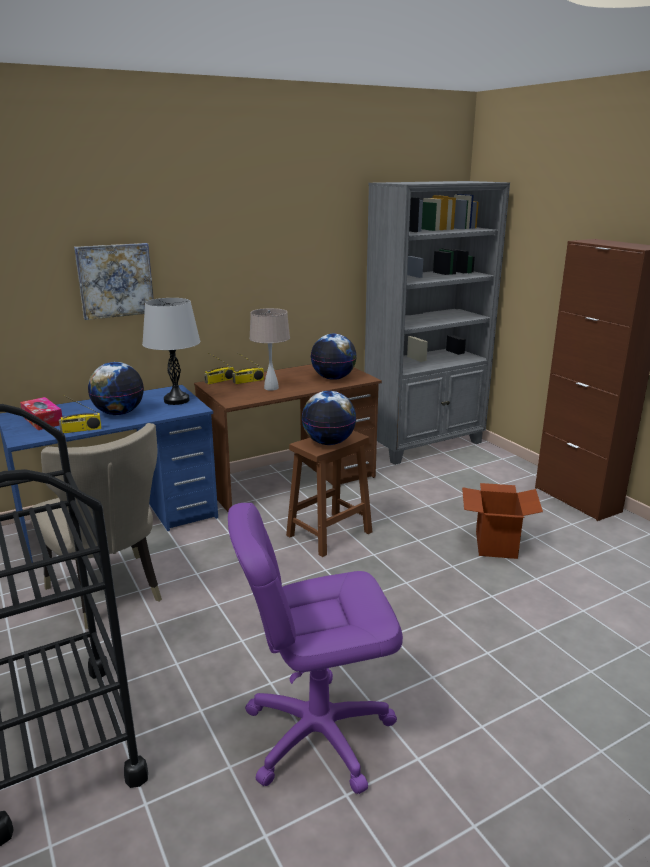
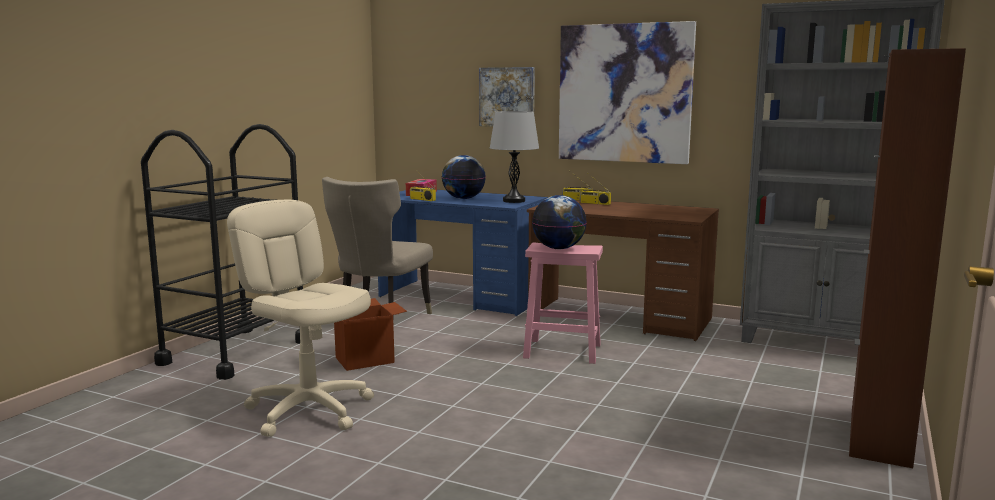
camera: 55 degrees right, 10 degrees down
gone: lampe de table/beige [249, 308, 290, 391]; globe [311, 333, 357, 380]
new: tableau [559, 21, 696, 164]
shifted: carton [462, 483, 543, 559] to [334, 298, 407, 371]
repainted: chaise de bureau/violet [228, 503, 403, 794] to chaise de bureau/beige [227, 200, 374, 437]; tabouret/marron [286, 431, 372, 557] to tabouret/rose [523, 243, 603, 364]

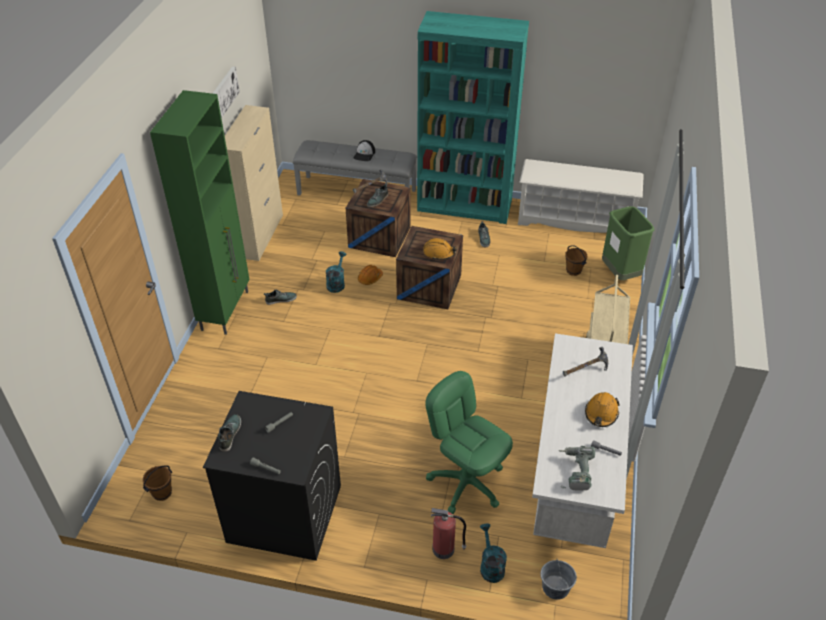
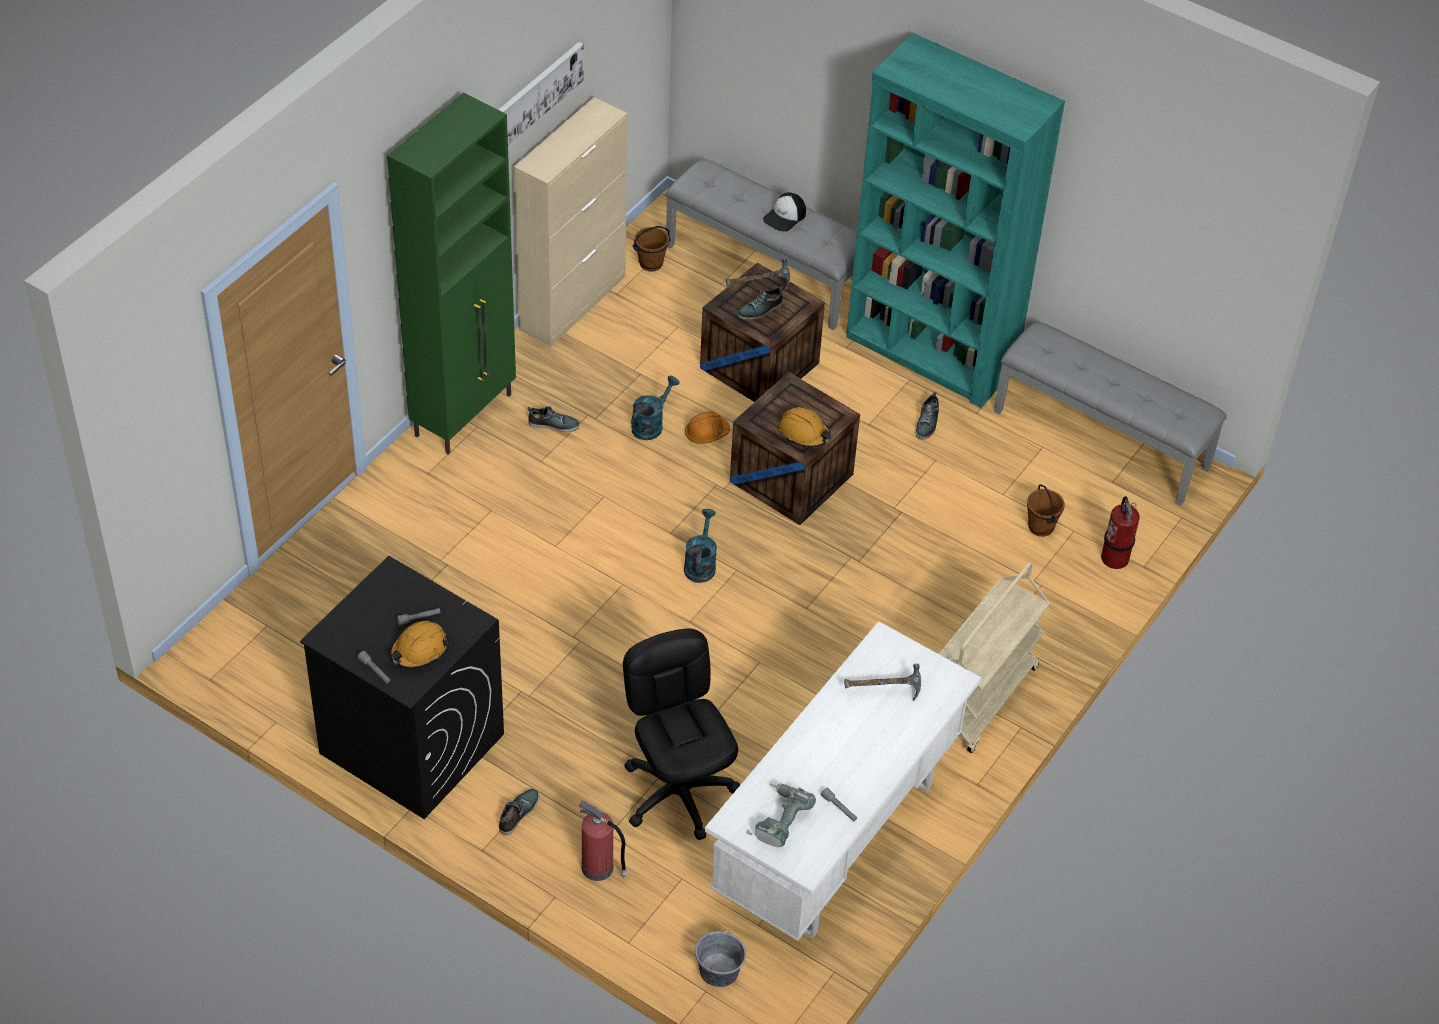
camera: 20 degrees right, 5 degrees up
shifted: seau/marron [143, 465, 172, 501] to [633, 226, 671, 271]; chaussure [218, 414, 241, 452] to [499, 789, 539, 835]; arrosoir/turquoise [480, 523, 507, 583] to [684, 509, 717, 583]; casque de chantier/orange [585, 392, 619, 427] to [390, 621, 449, 669]
swapped: étagère à chaussures/blanc [518, 159, 644, 233] to banc/gris [994, 321, 1227, 506]; poubelle/vert [602, 206, 654, 280] to extincteur [1101, 496, 1140, 569]
repainted: chaise de bureau/vert [425, 371, 513, 514] to chaise de bureau/noir [623, 629, 740, 840]

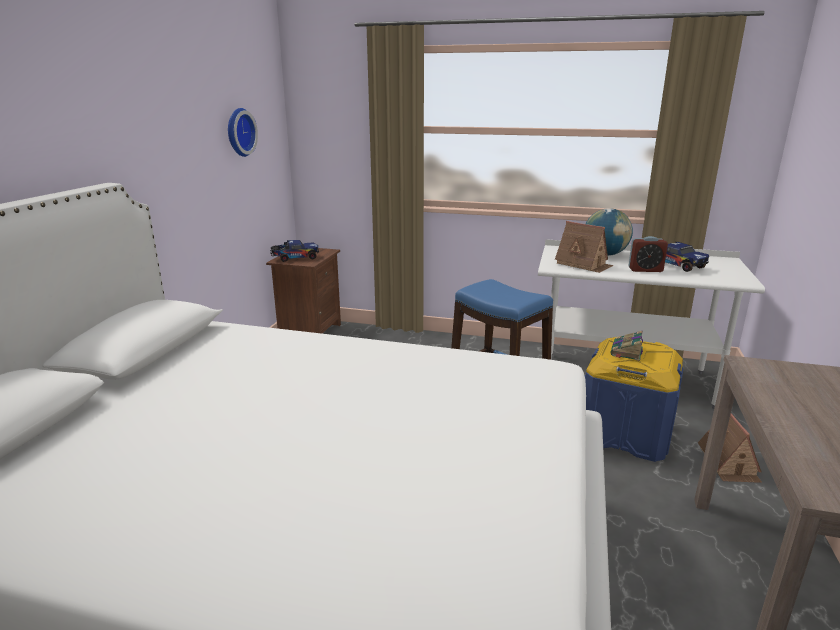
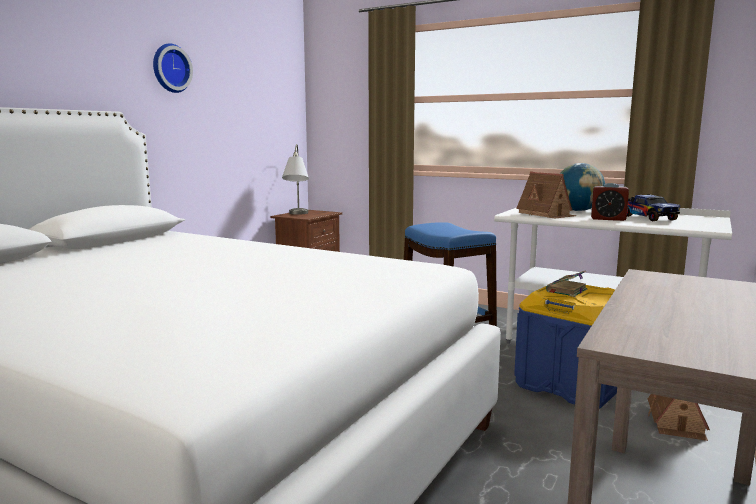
camera: 15 degrees right, 10 degrees down
shifted: horloge murale [228, 108, 258, 157] to [153, 44, 193, 93]
swapped: camion jouet [270, 240, 319, 262] to lampe de table/gris [282, 144, 309, 215]

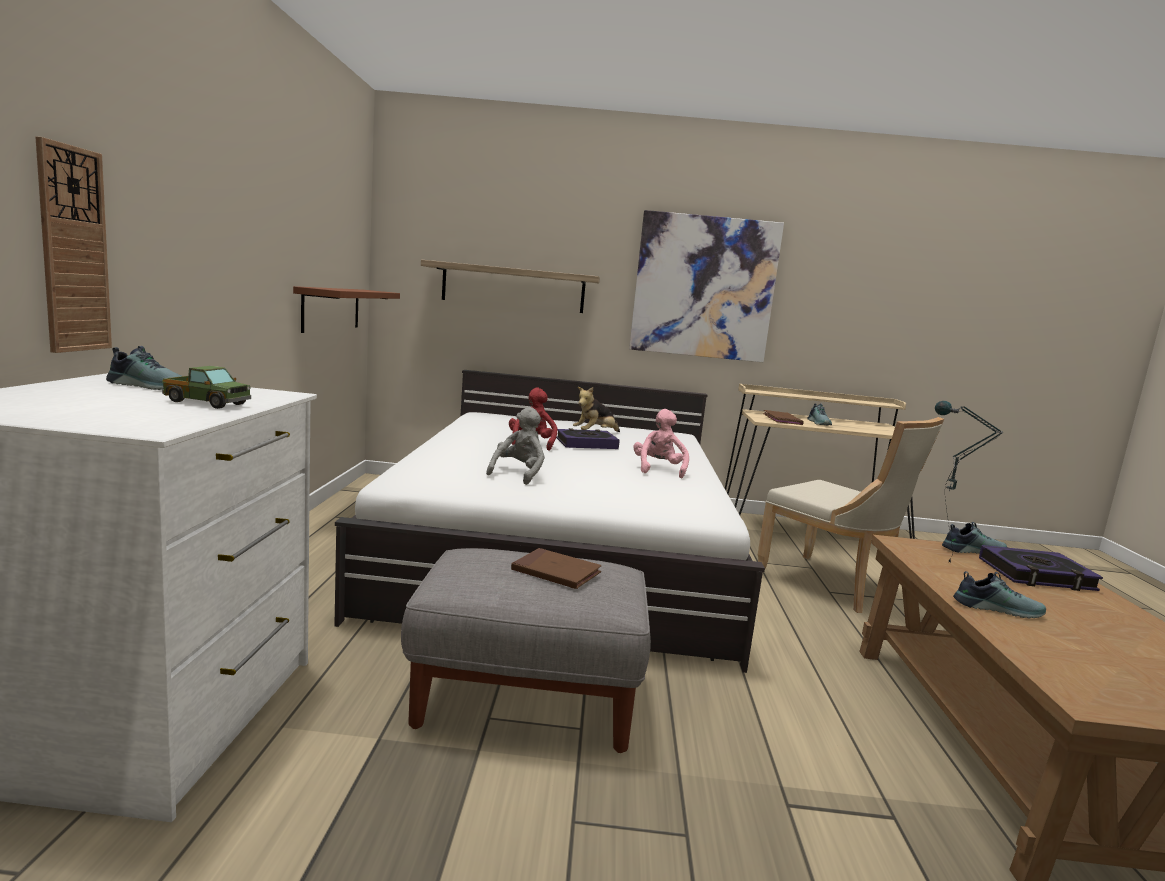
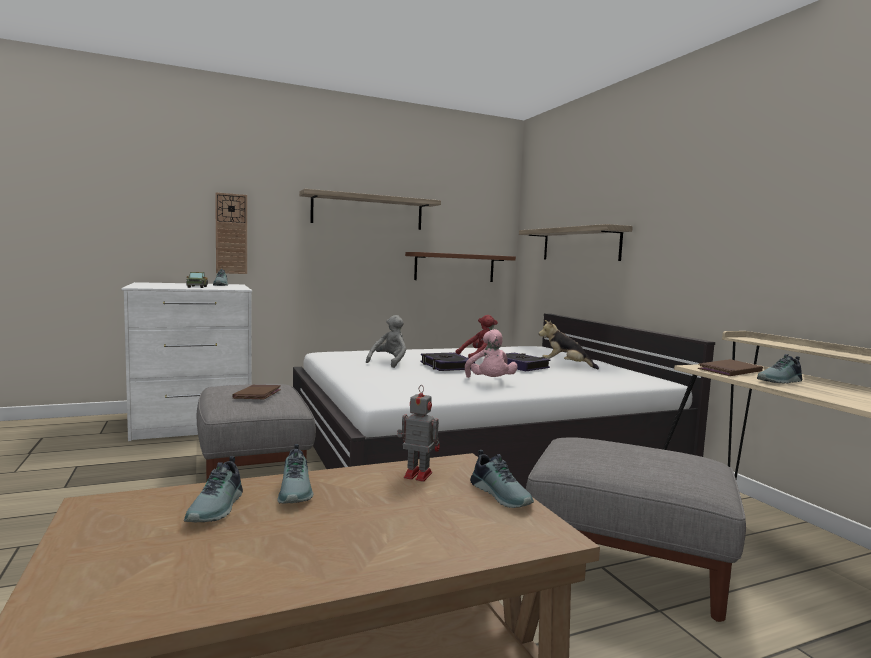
camera: 65 degrees right, 5 degrees down
gone: tableau [629, 210, 784, 362]
new: chaussure [184, 456, 243, 522]; étagère [299, 189, 441, 230]
shifted: livre [979, 545, 1103, 591] to [420, 352, 475, 371]
swapped: chaise/beige [758, 417, 944, 613] to pouf/gris [526, 437, 746, 622]; lampe de table [935, 401, 1004, 564] to robot jouet [397, 385, 440, 482]
rotated: peluche/gris [486, 407, 545, 485] = [366, 315, 406, 368] 60 degrees counterclockwise; peluche/rose [634, 409, 689, 478] = [465, 329, 518, 378] 105 degrees clockwise

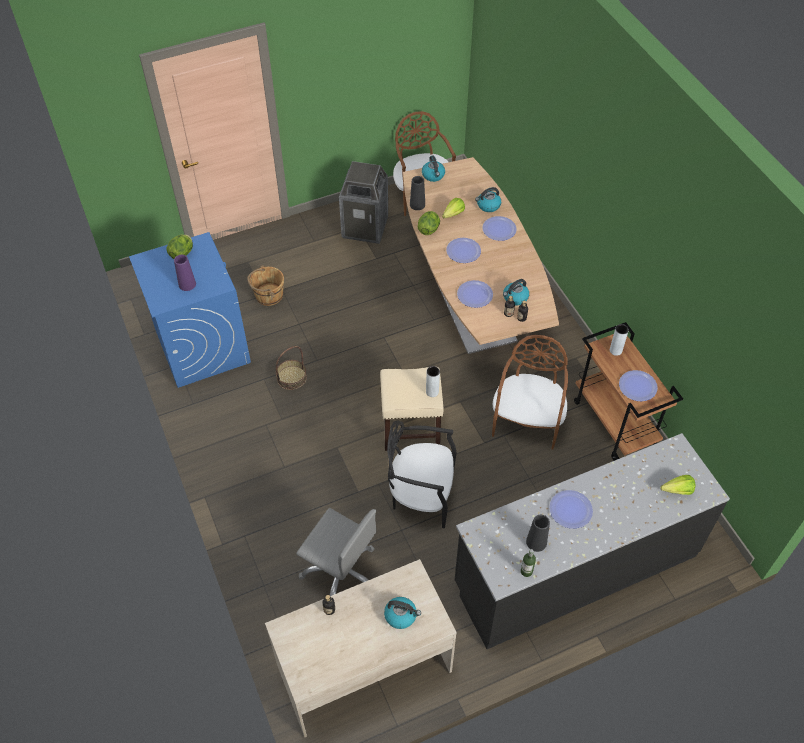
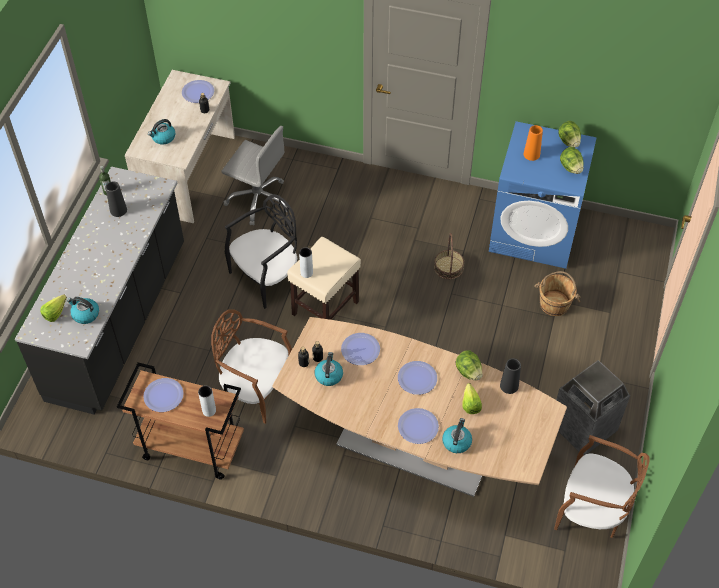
camera: 130 degrees right, 0 degrees up
new: laitue [558, 121, 581, 148]
shifted: bouilloire [422, 156, 445, 182] to [67, 297, 99, 324]; assiette [549, 490, 593, 529] to [182, 80, 214, 103]
repainted: vase/violet [174, 255, 196, 291] to vase/orange [524, 125, 543, 161]
rotated: chaise de bureau/gris [296, 508, 376, 596] = [221, 126, 287, 226] 135 degrees counterclockwise; chaise/marron [492, 335, 568, 450] = [211, 309, 292, 424] 150 degrees clockwise

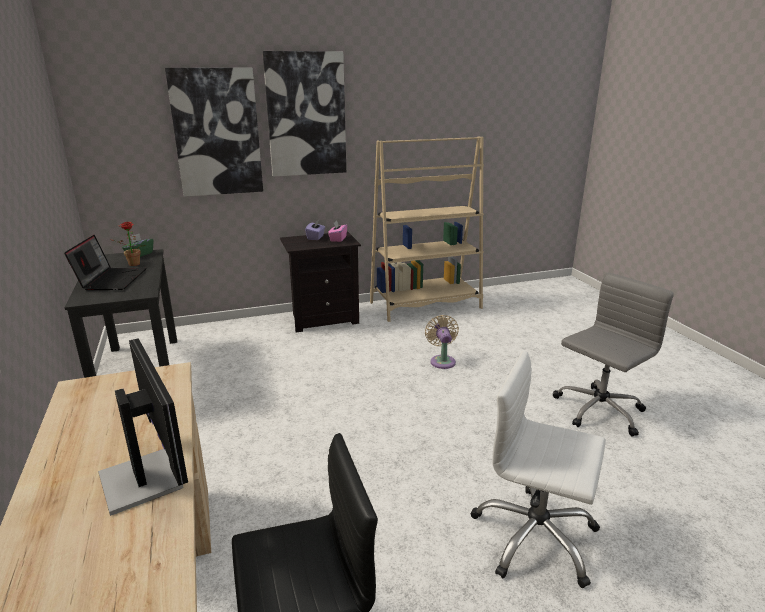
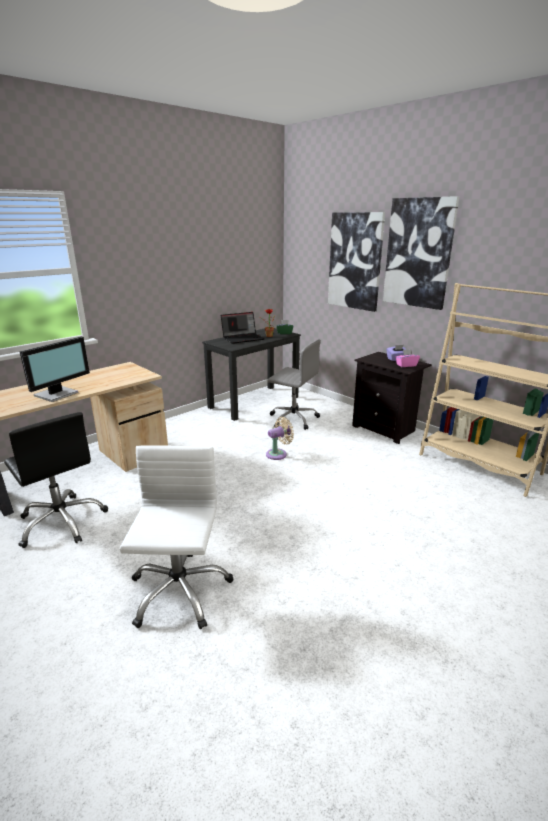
camera: 65 degrees right, 0 degrees up
shifted: ventilateur/beige [425, 315, 459, 369] to [266, 417, 294, 460]; chaise de bureau/gris [553, 273, 674, 437] to [267, 340, 321, 430]

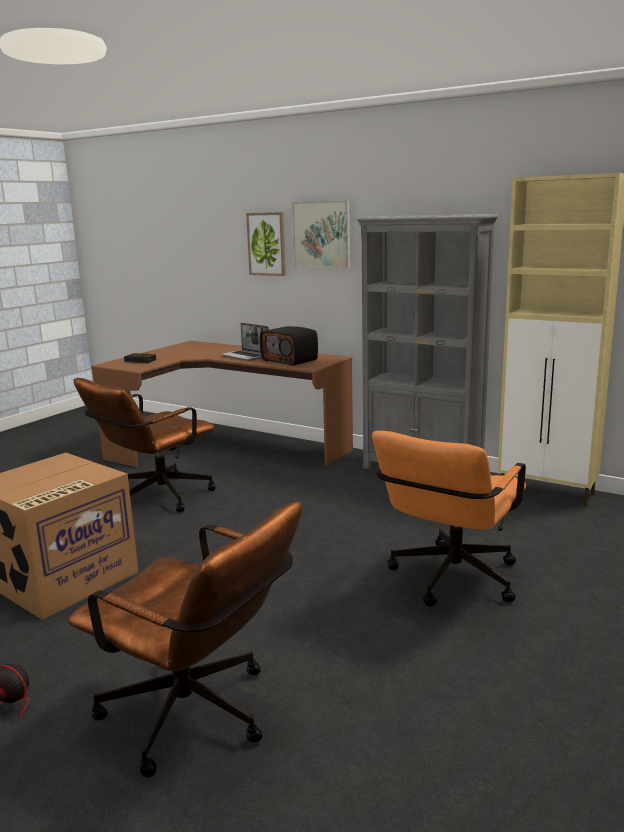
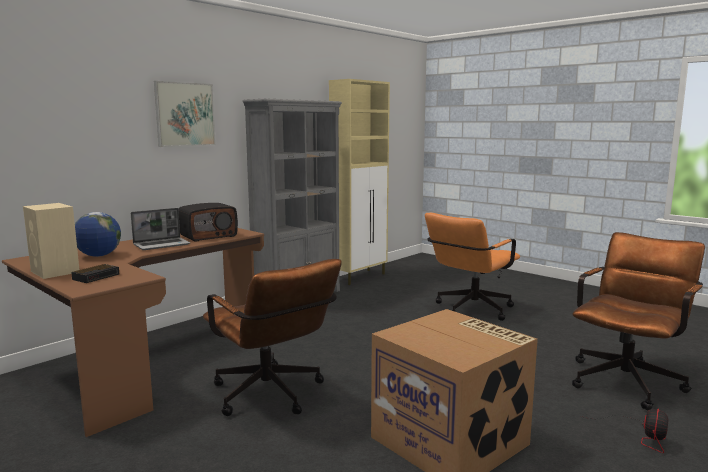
camera: 80 degrees left, 5 degrees down
gone: tableau [246, 212, 286, 276]
new: enceinte/beige [23, 203, 80, 279]; globe [75, 212, 121, 257]
rotated: chaise de bureau/orange [372, 431, 526, 607] = [425, 213, 520, 321] 90 degrees clockwise

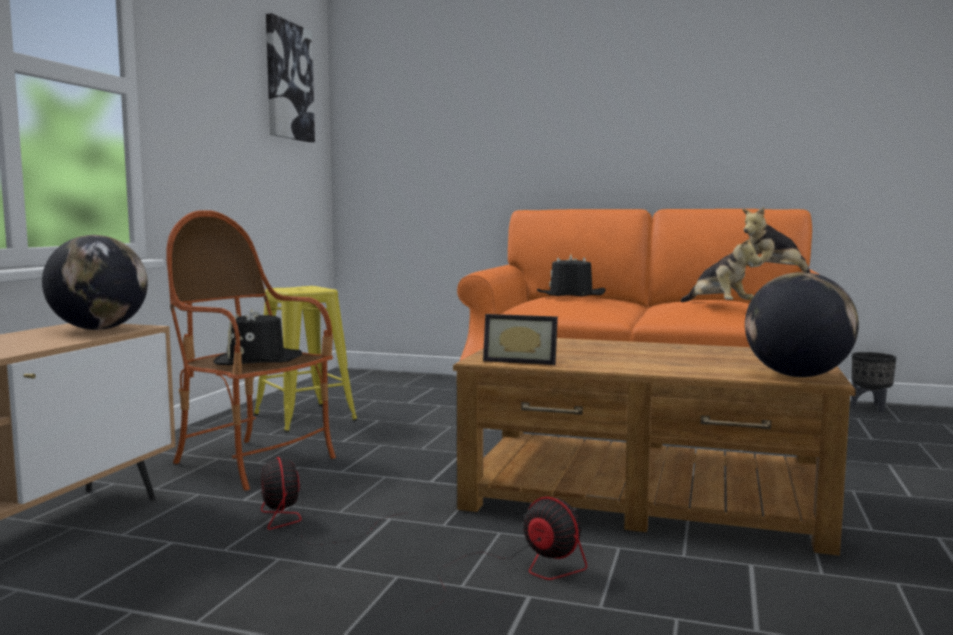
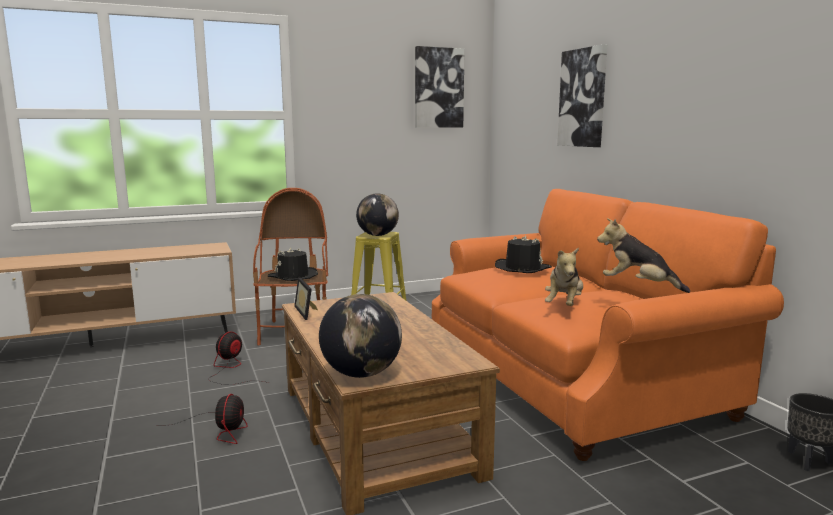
camera: 50 degrees right, 5 degrees up
new: tableau [557, 44, 607, 147]
shifted: globe [42, 235, 148, 330] to [356, 194, 399, 236]

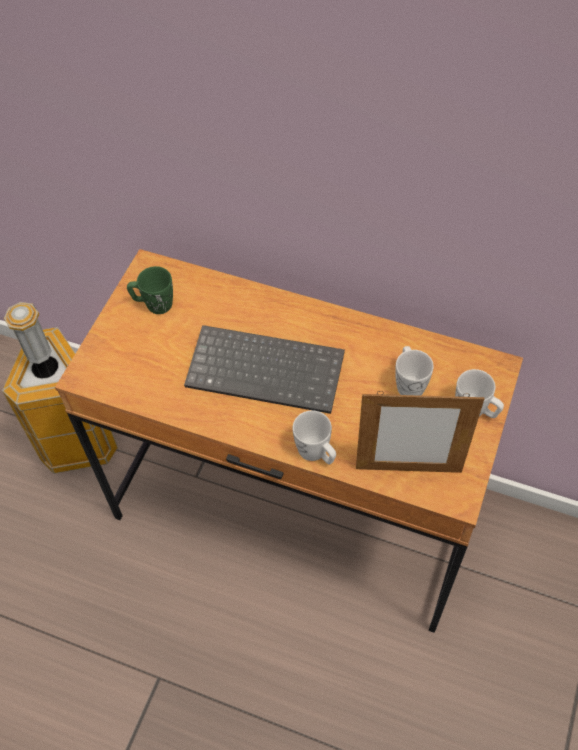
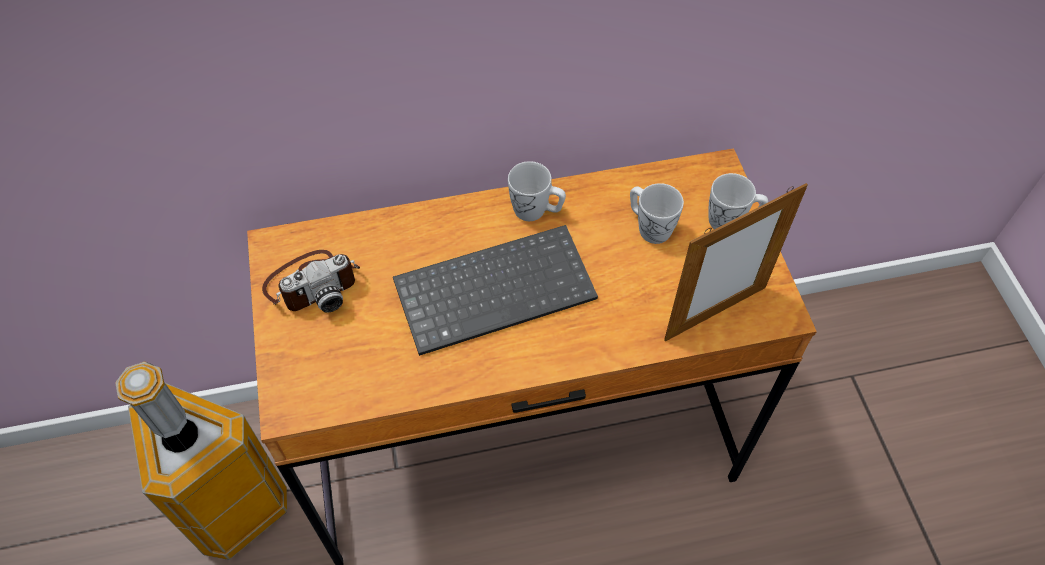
camera: 35 degrees left, 0 degrees up
shifted: mug/blanc [293, 411, 336, 464] to [508, 161, 566, 221]
swapped: mug/vert [127, 266, 173, 314] to appareil photo [262, 250, 360, 313]

